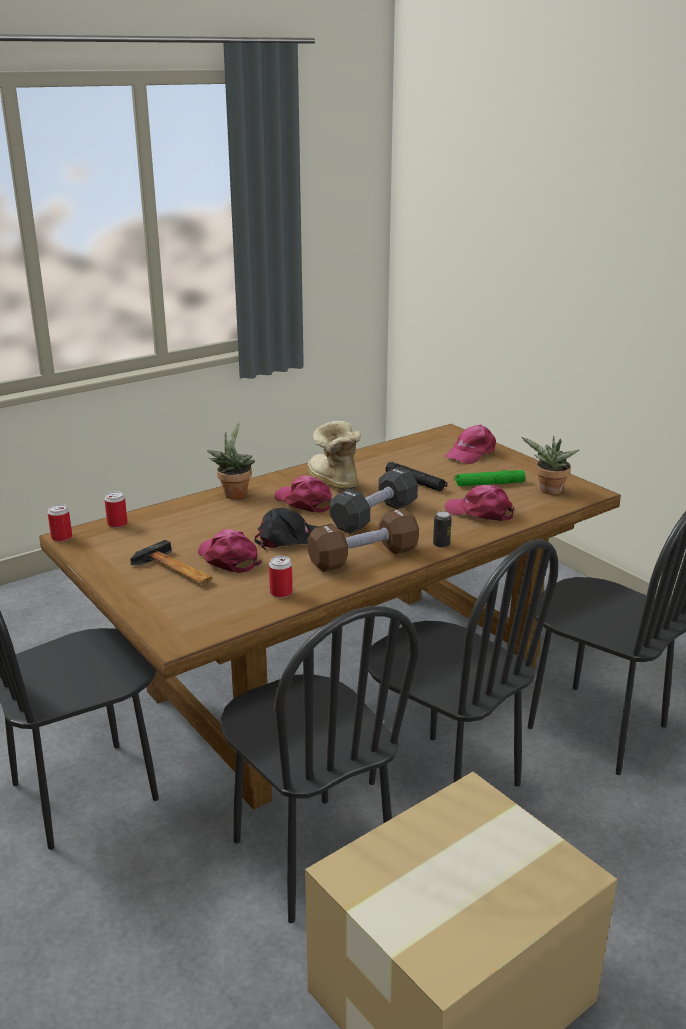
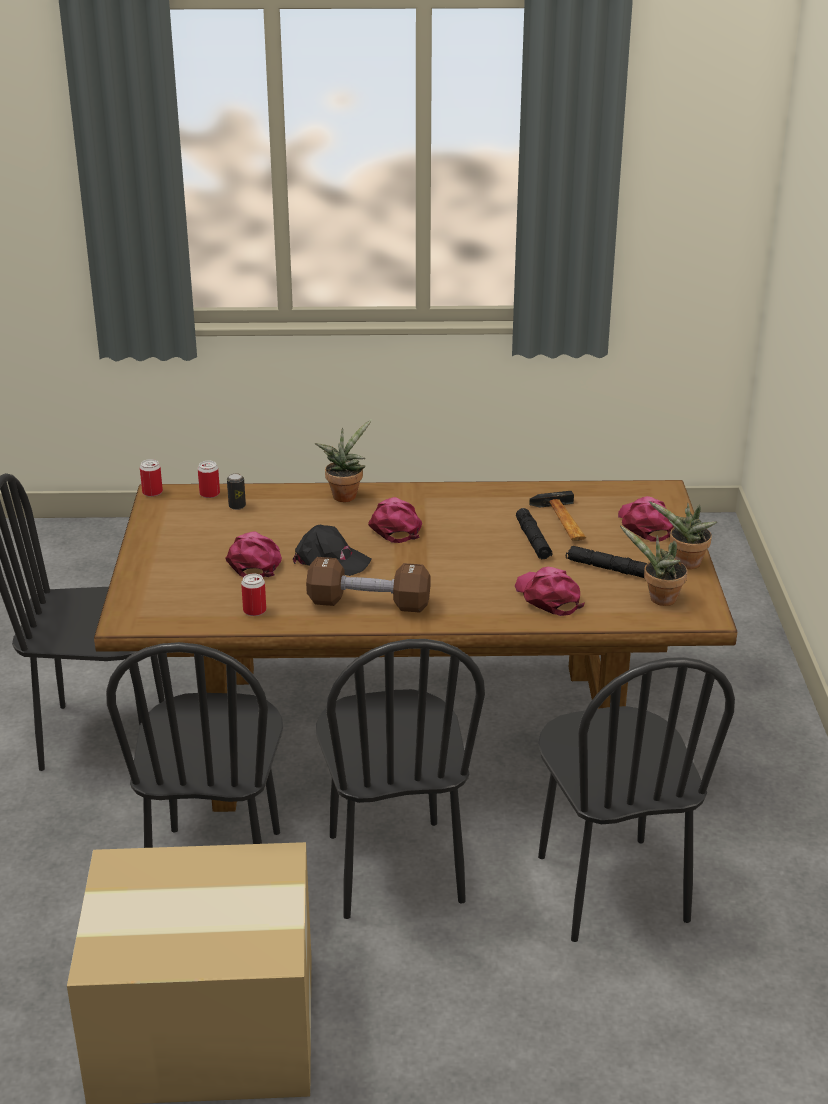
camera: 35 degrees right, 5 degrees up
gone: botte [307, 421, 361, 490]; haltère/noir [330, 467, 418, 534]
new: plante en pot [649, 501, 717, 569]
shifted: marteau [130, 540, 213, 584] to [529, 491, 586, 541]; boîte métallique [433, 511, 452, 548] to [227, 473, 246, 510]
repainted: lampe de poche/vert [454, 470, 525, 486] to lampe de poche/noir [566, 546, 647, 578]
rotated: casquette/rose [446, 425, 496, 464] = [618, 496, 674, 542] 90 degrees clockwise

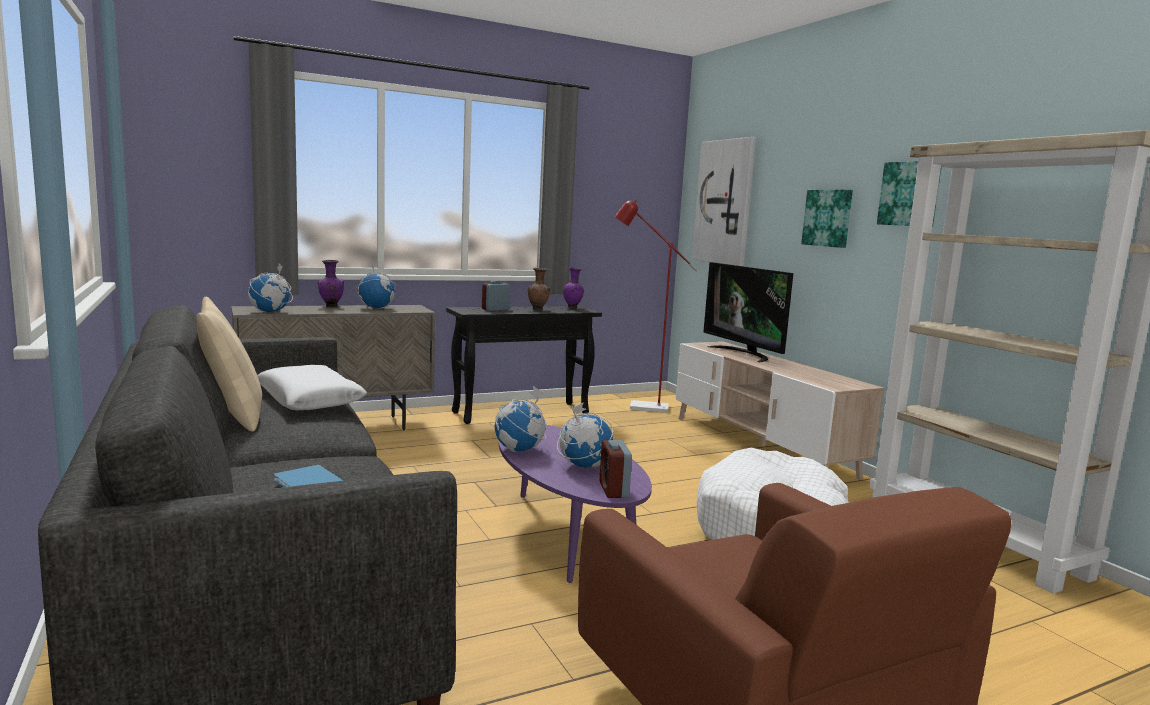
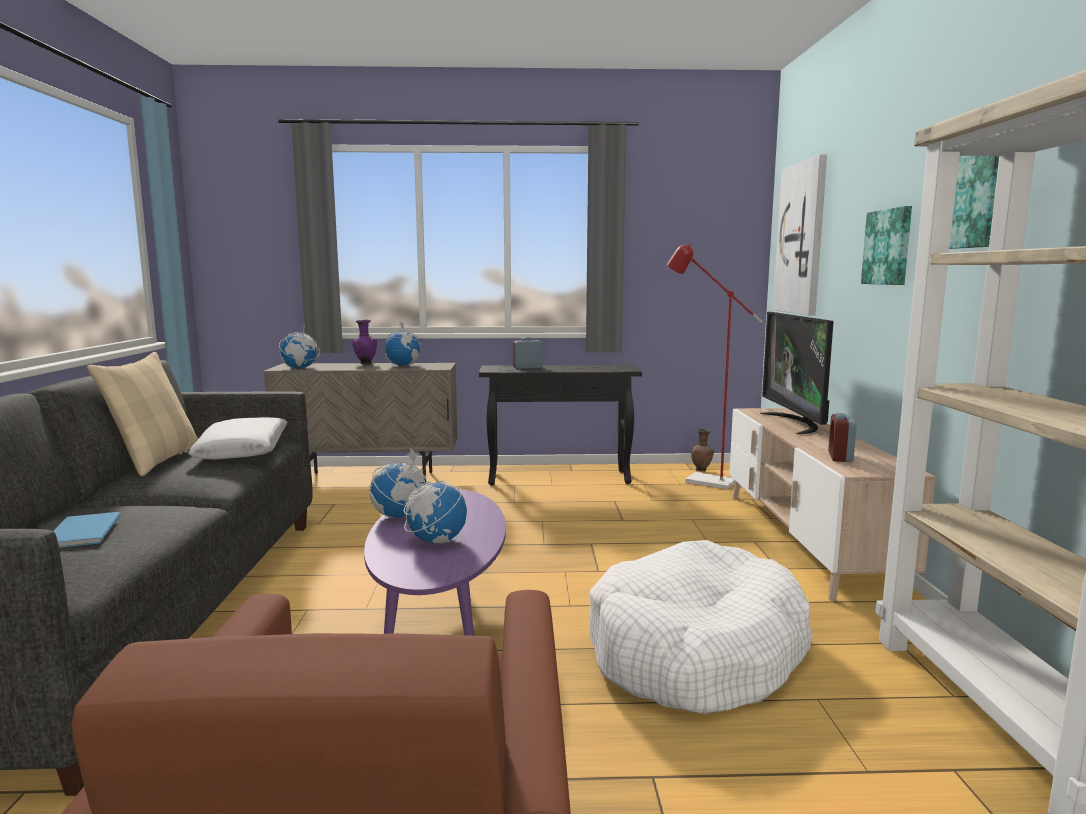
camera: 25 degrees right, 0 degrees up
gone: vase/violet [563, 267, 584, 308]
shifted: vase/marron [528, 268, 550, 310] to [691, 429, 714, 472]; réveil [600, 440, 632, 498] to [828, 413, 857, 462]

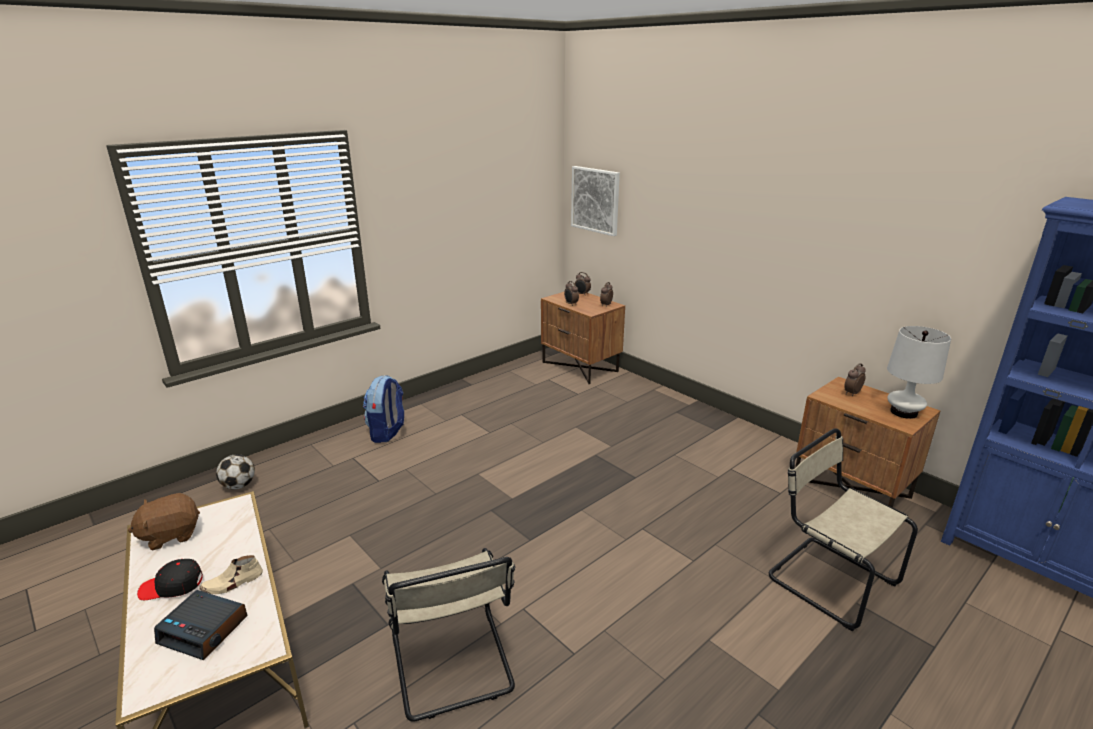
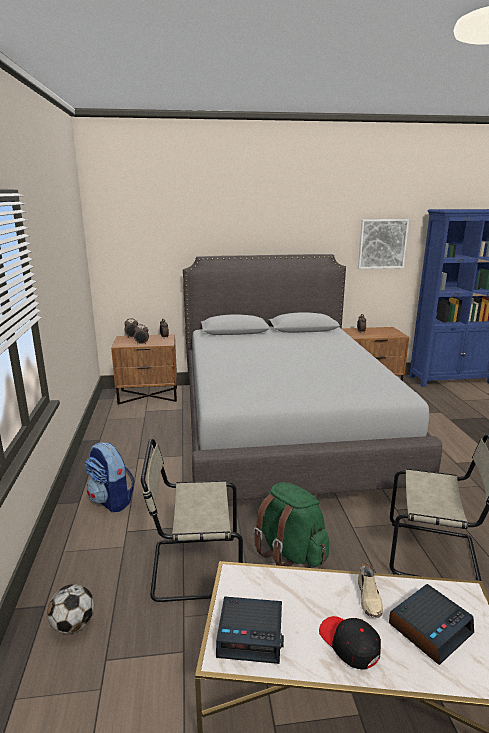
camera: 55 degrees left, 5 degrees down
gone: lampe de table/blanc [887, 326, 951, 419]
new: lit/gris [183, 254, 442, 501]; sac à dos/vert [253, 482, 329, 567]
shifted: tableau [571, 166, 620, 236] to [358, 219, 409, 269]; chaise/beige [769, 428, 918, 631] to [141, 439, 243, 602]
swapped: peluche/marron [128, 493, 200, 551] to réveil [216, 596, 284, 664]
rotated: casquette/noir [137, 559, 203, 600] = [319, 616, 381, 670] 120 degrees clockwise

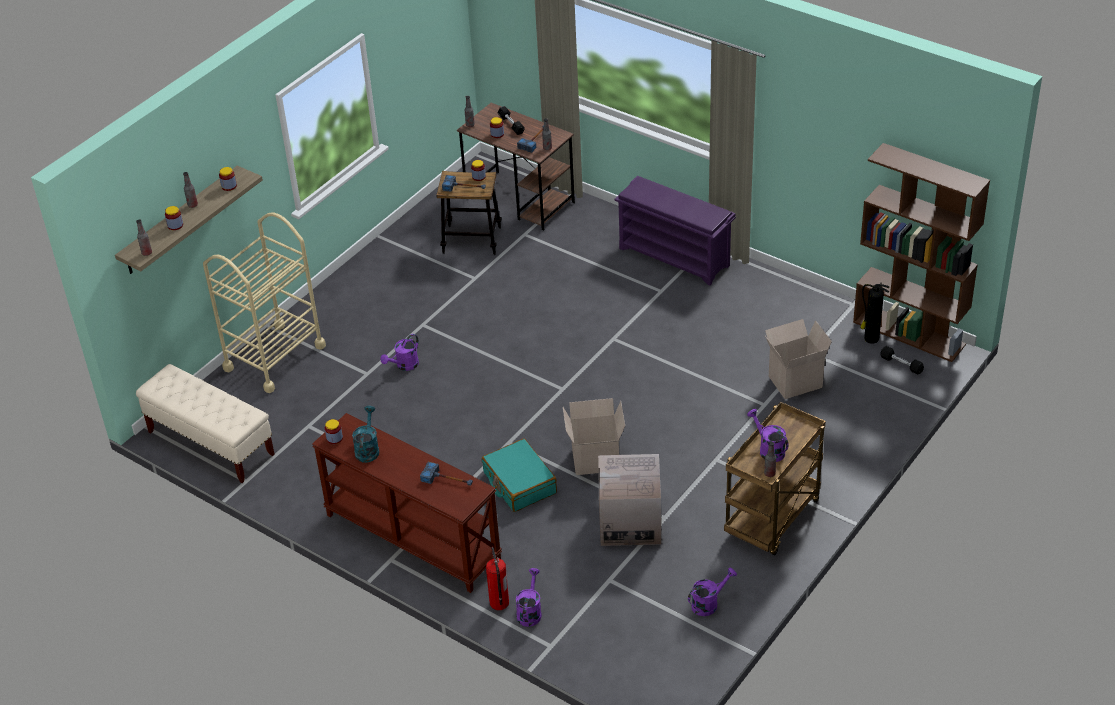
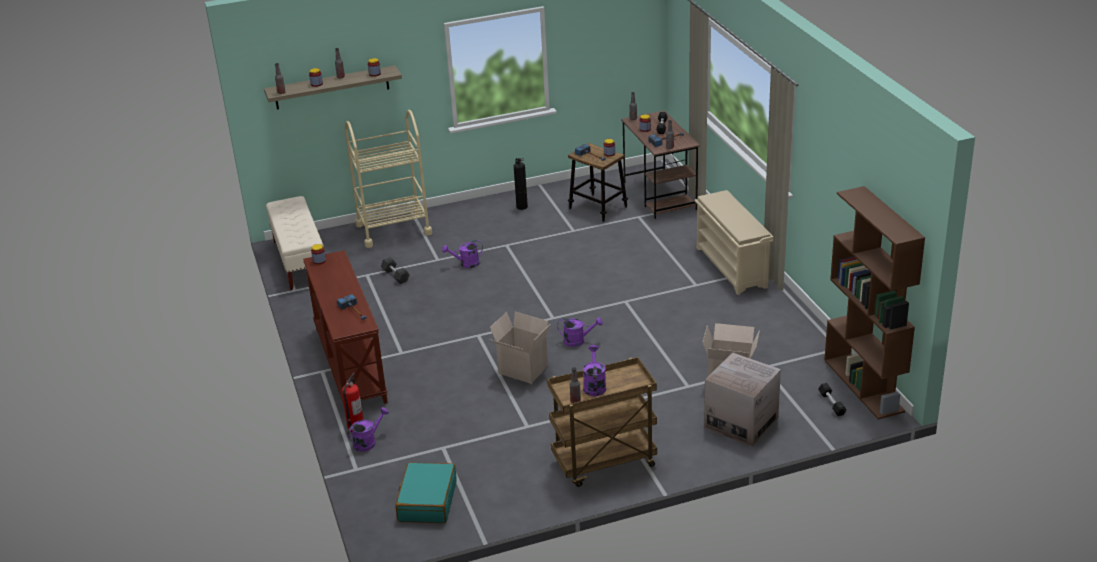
camera: 35 degrees right, 10 degrees down
gone: arrosoir/turquoise [352, 406, 379, 463]
new: haltère/gris [381, 257, 410, 284]
shifted: valise/turquoise [482, 439, 557, 512] to [396, 463, 457, 523]; carton [598, 454, 661, 546] to [704, 352, 781, 447]; arrosoir/violet [688, 568, 737, 616] to [557, 317, 603, 347]; extincteur [860, 284, 890, 344] to [514, 158, 528, 210]
repainted: étagère à chaussures/violet [615, 176, 736, 286] to étagère à chaussures/beige [694, 190, 773, 295]

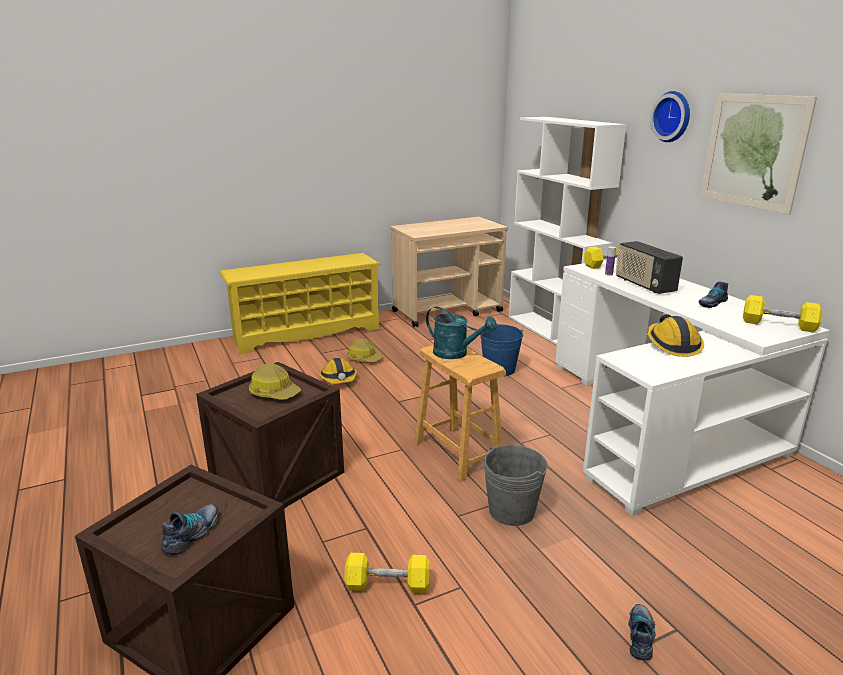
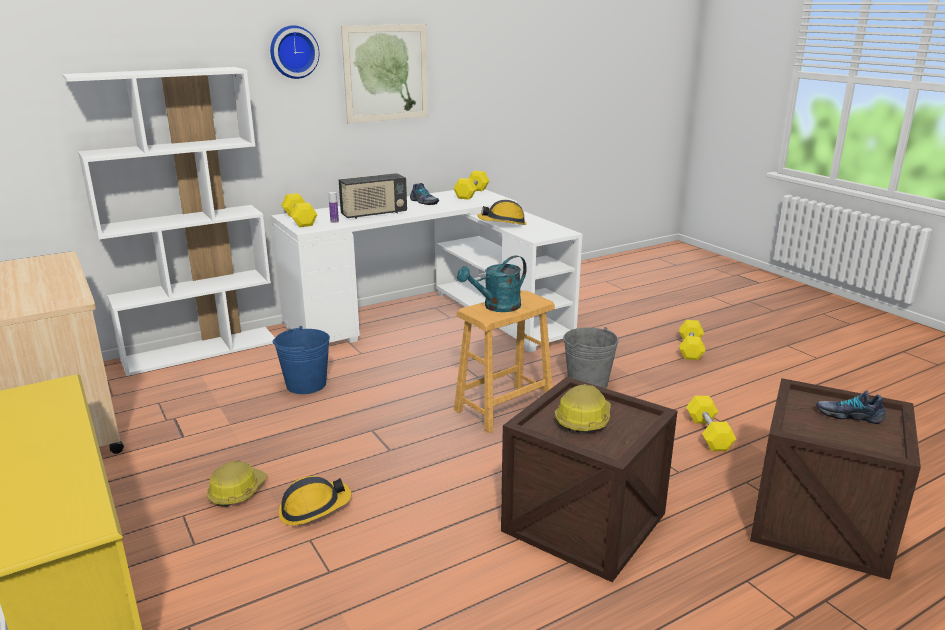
camera: 95 degrees left, 0 degrees up
swapped: chaussure [628, 604, 656, 660] to haltère/jaune [679, 320, 705, 360]
rotated: arrosoir/turquoise [426, 307, 497, 359] = [457, 255, 527, 312] 150 degrees counterclockwise

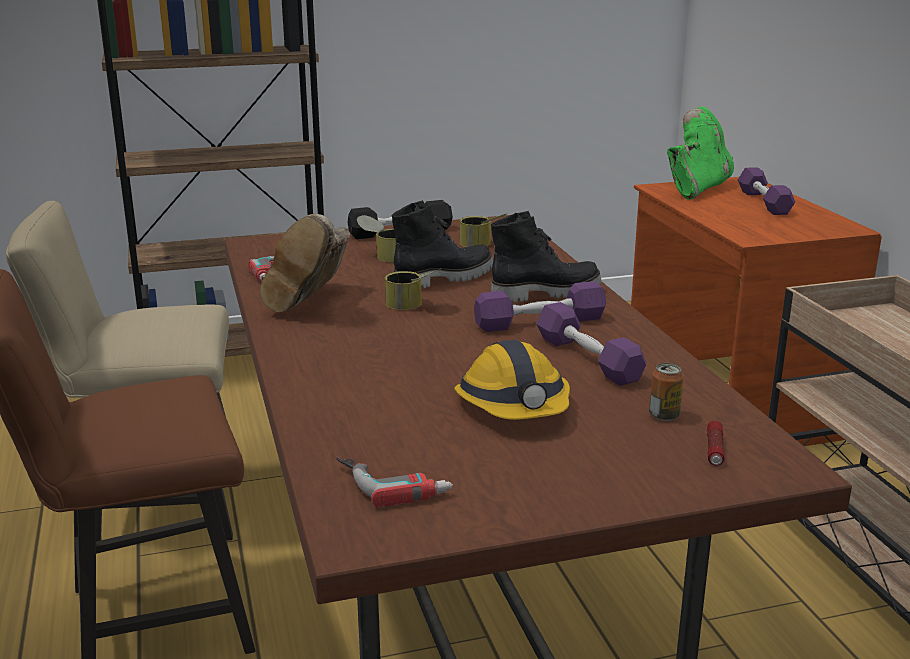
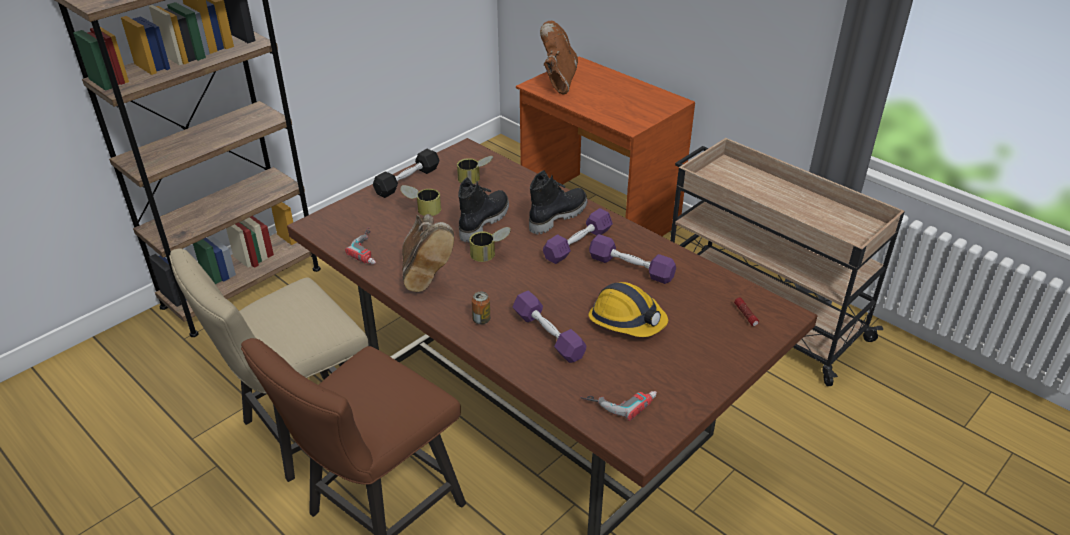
camera: 30 degrees left, 15 degrees up
shifted: boîte métallique [649, 363, 684, 421] to [472, 292, 490, 324]; haltère/violet [738, 167, 795, 215] to [512, 290, 586, 363]
repainted: botte/vert [667, 107, 734, 200] to botte/marron [540, 21, 578, 95]

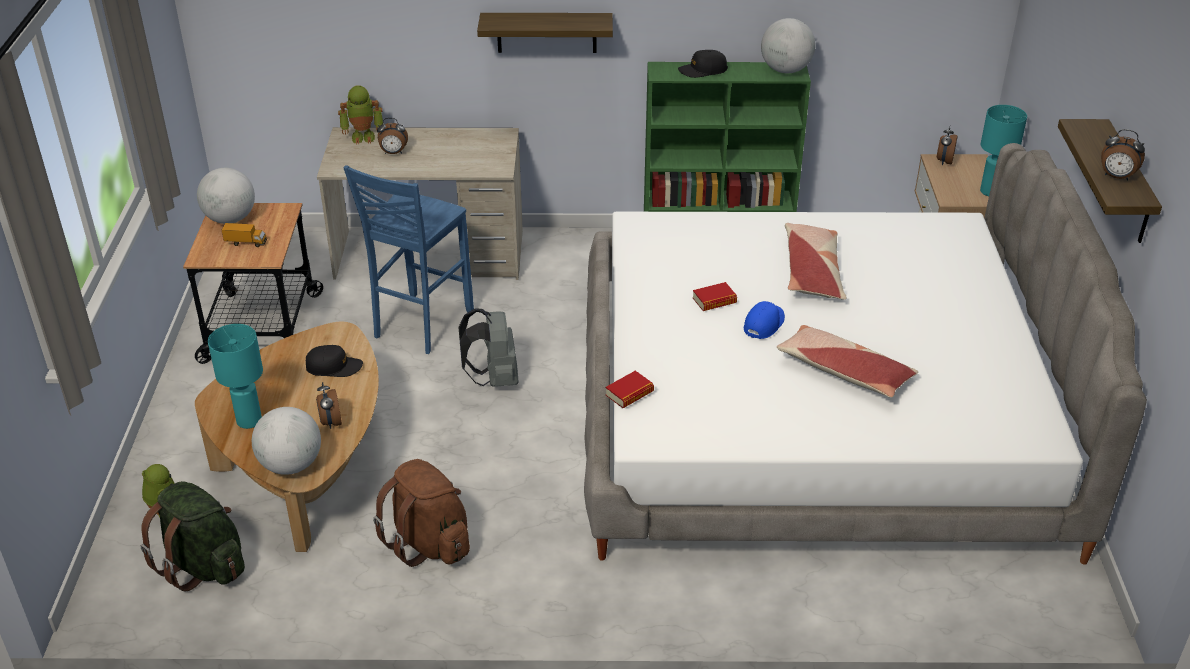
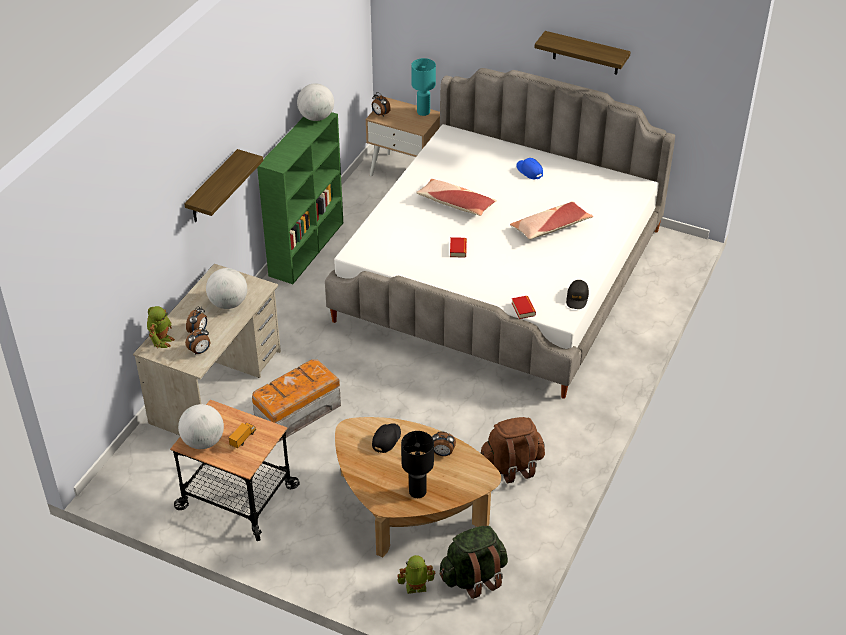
camera: 65 degrees left, 5 degrees up
gone: sac à dos/gris [458, 308, 518, 387]
shifted: globe [252, 407, 321, 475] to [206, 268, 247, 309]; casquette/noir [678, 50, 728, 78] to [566, 280, 589, 309]; casquette/bleu [744, 301, 785, 339] to [516, 158, 543, 179]; réveil [1101, 129, 1145, 181] to [185, 327, 210, 355]
swapped: tabouret/bleu [343, 165, 474, 354] to boîte de rangement [252, 359, 341, 443]
repainted: lampe de table/turquoise [208, 324, 263, 429] to lampe de table/noir [401, 431, 434, 498]

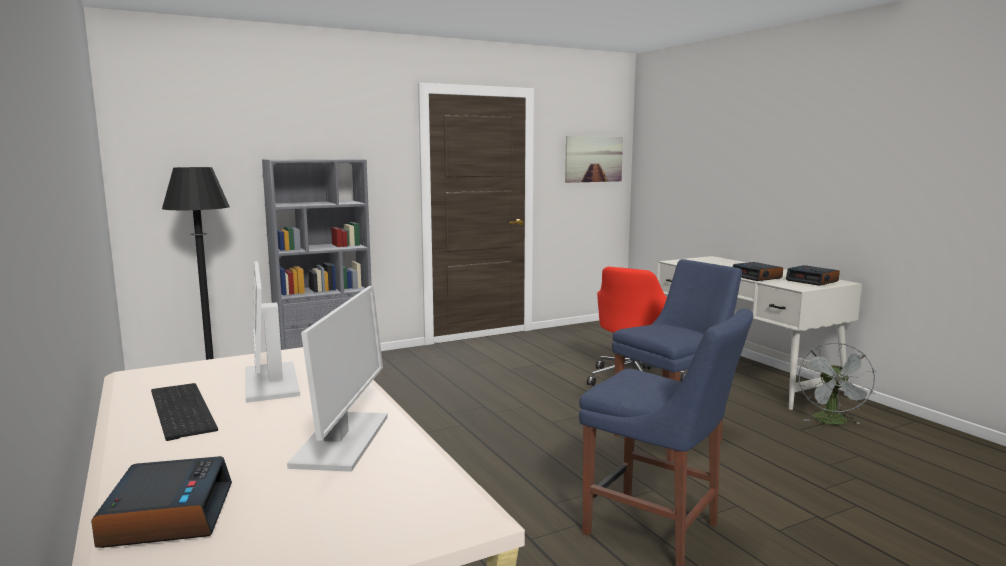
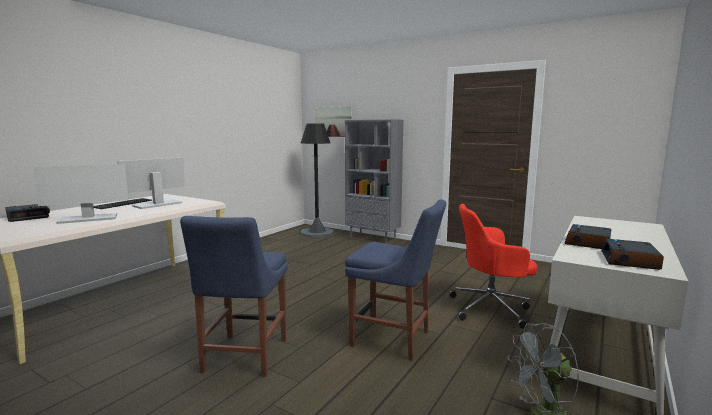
camera: 60 degrees right, 0 degrees up
shifted: tableau [565, 136, 623, 183] to [315, 106, 352, 137]

